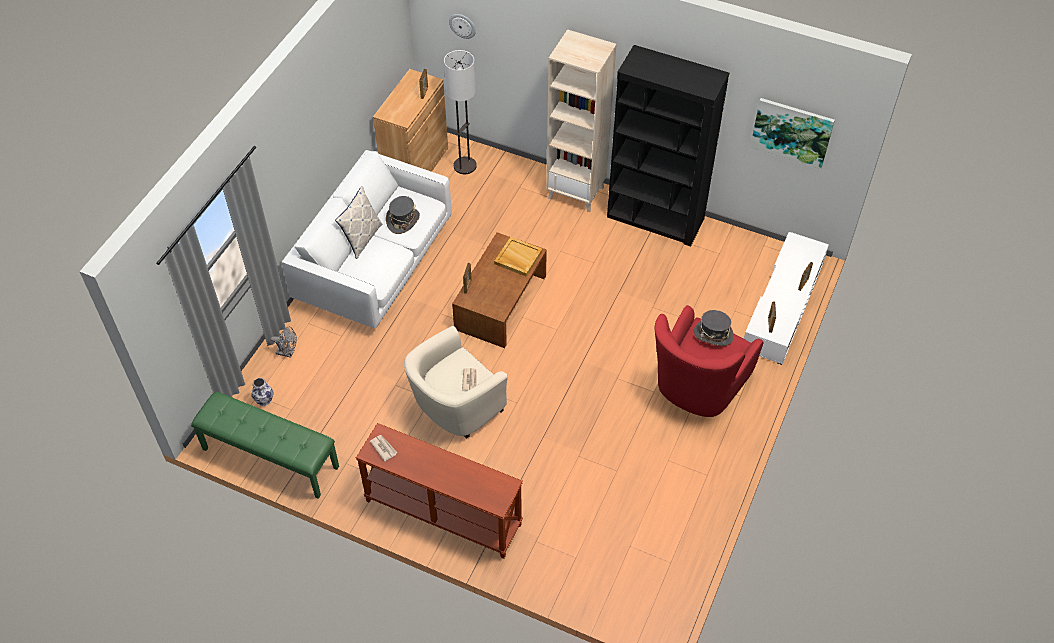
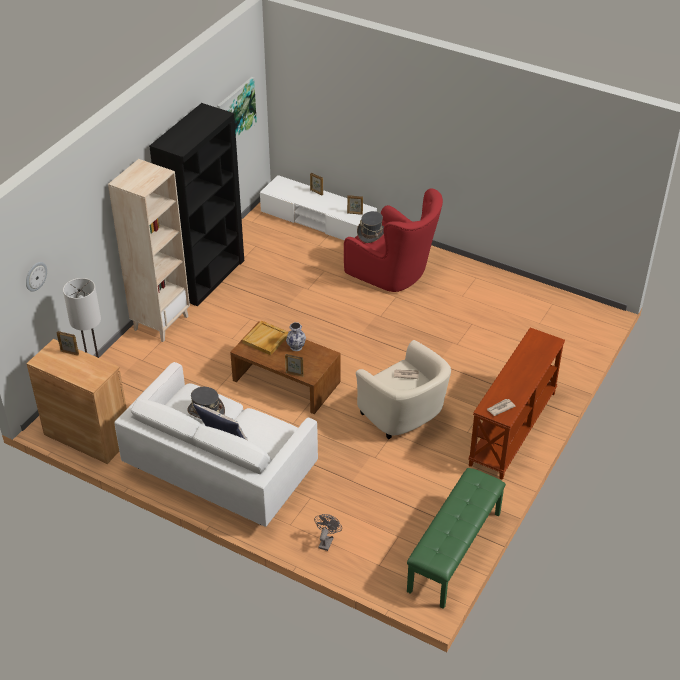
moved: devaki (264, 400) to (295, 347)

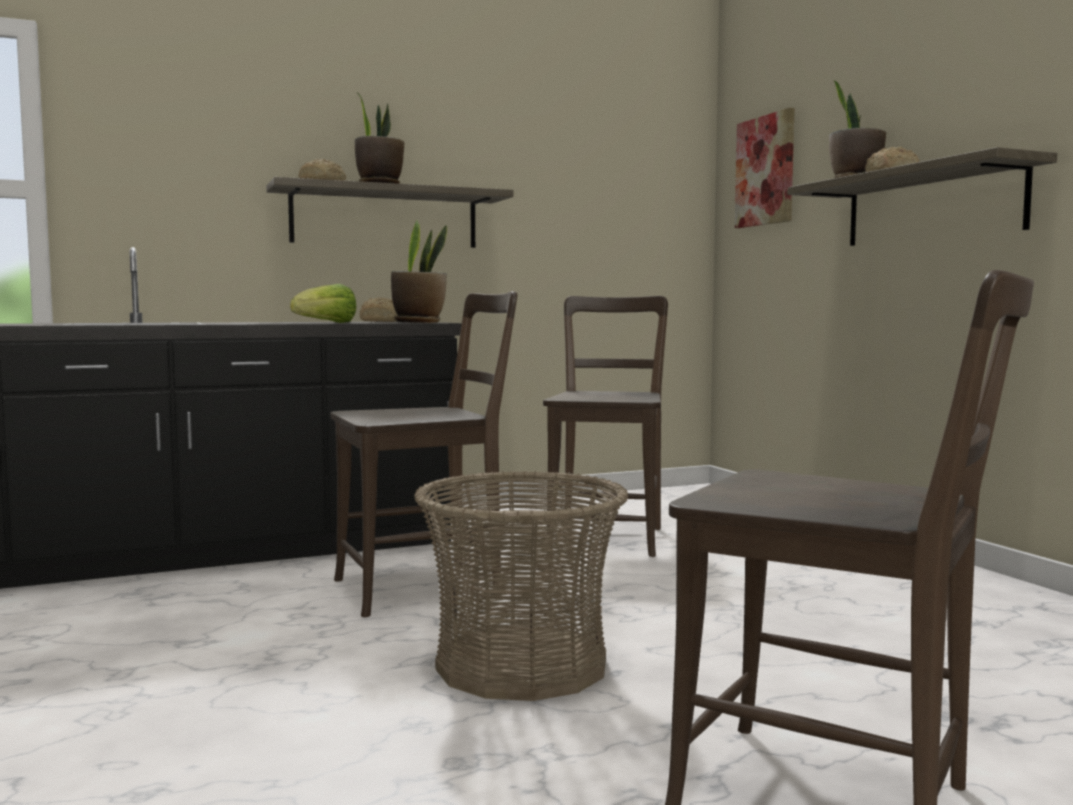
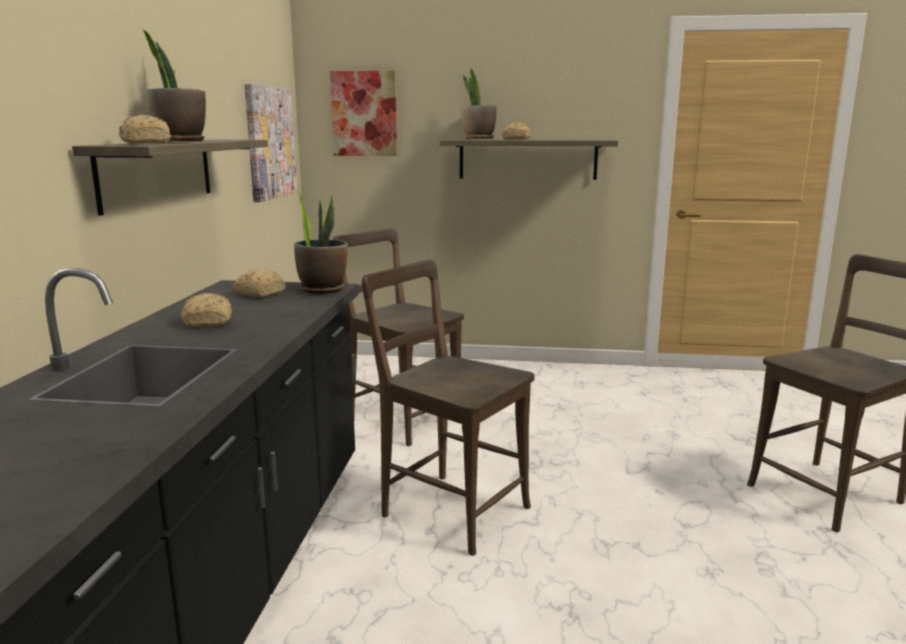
removed: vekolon (327, 323); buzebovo (522, 664)
added: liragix (270, 142); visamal (209, 321)
turned: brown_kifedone (426, 588) = (449, 509) 60 degrees counterclockwise

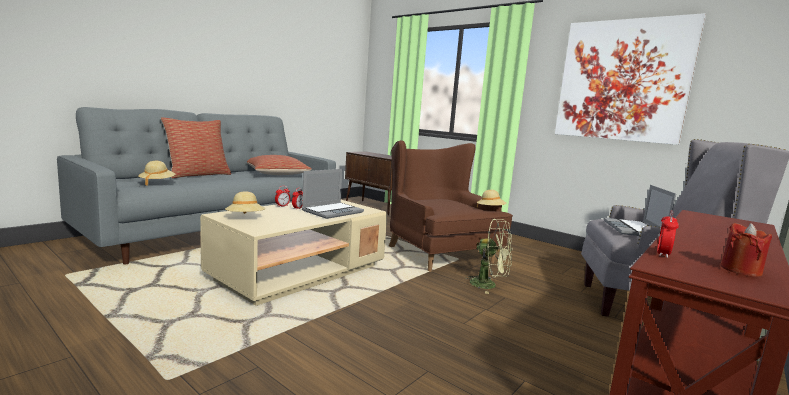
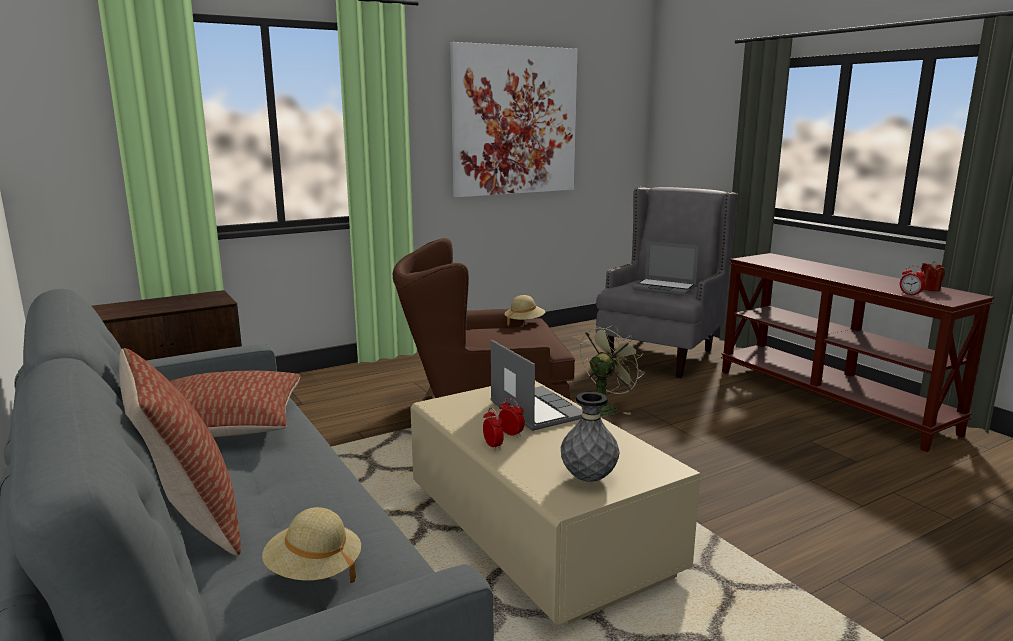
replaced: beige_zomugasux (245, 218) to grey_devaki (588, 478)

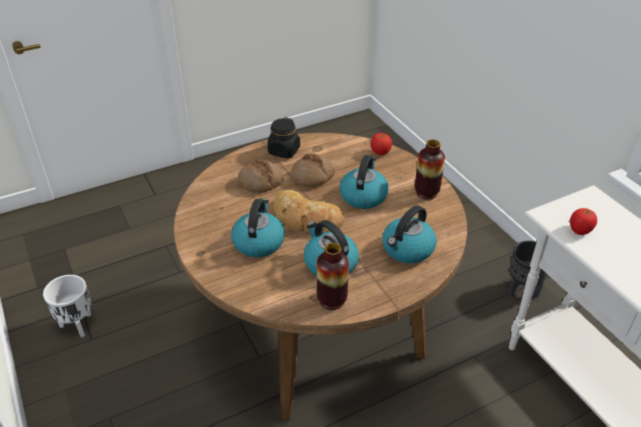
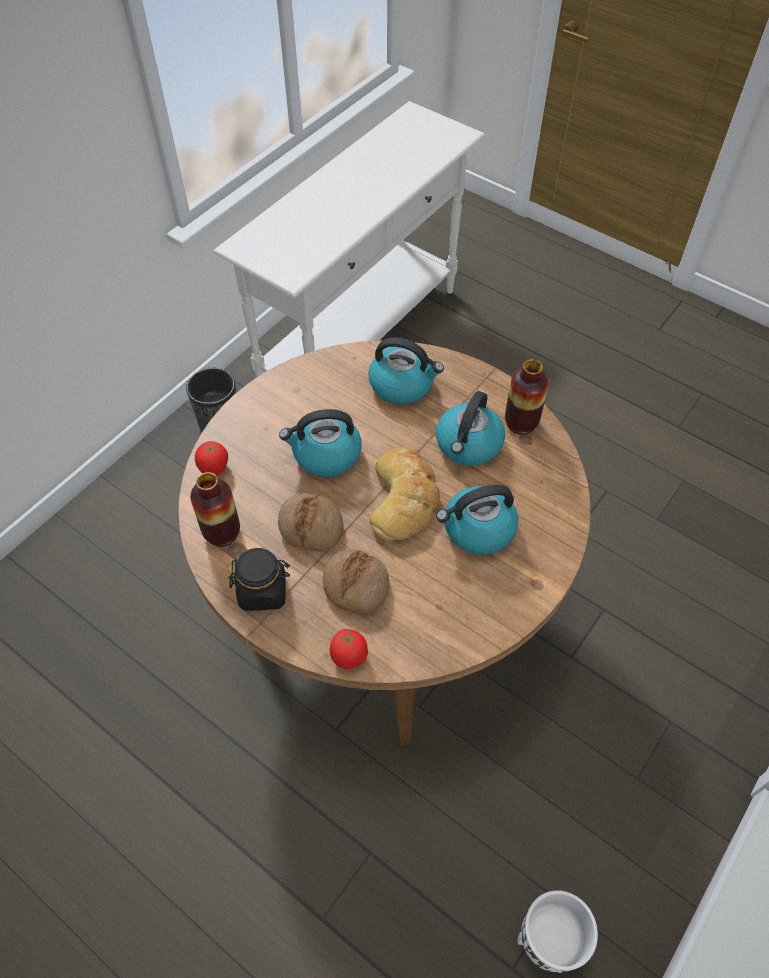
moved: devaki (426, 193) to (222, 533); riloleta (579, 230) to (349, 656)

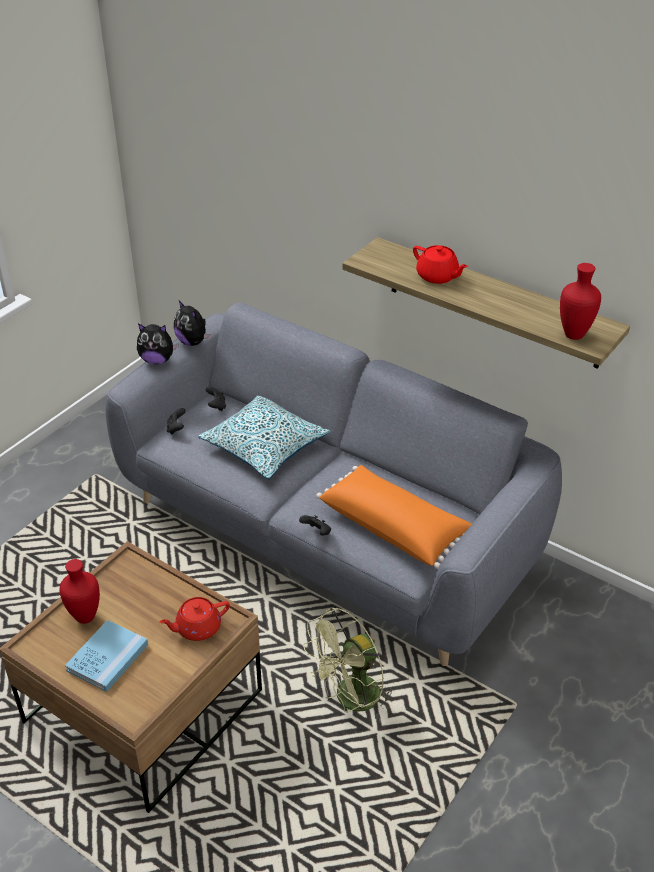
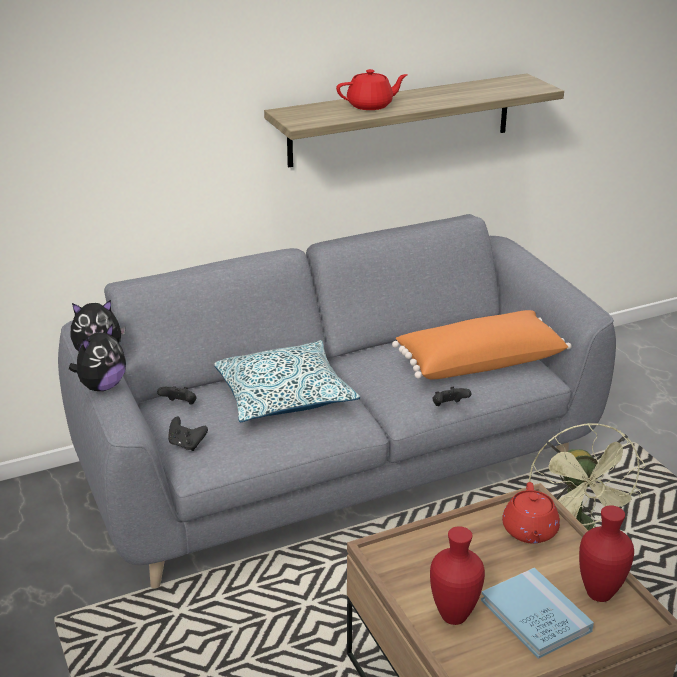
moved: red_devaki (575, 335) to (600, 593)

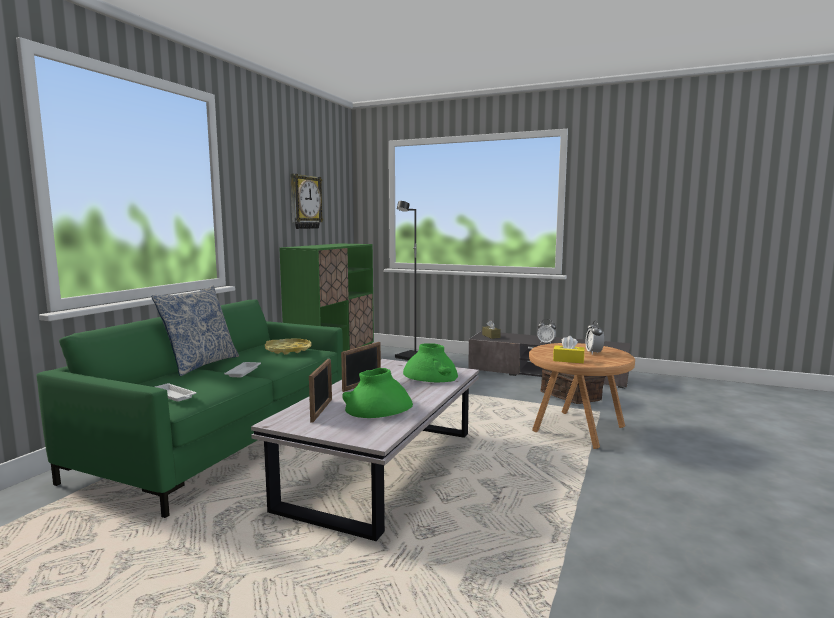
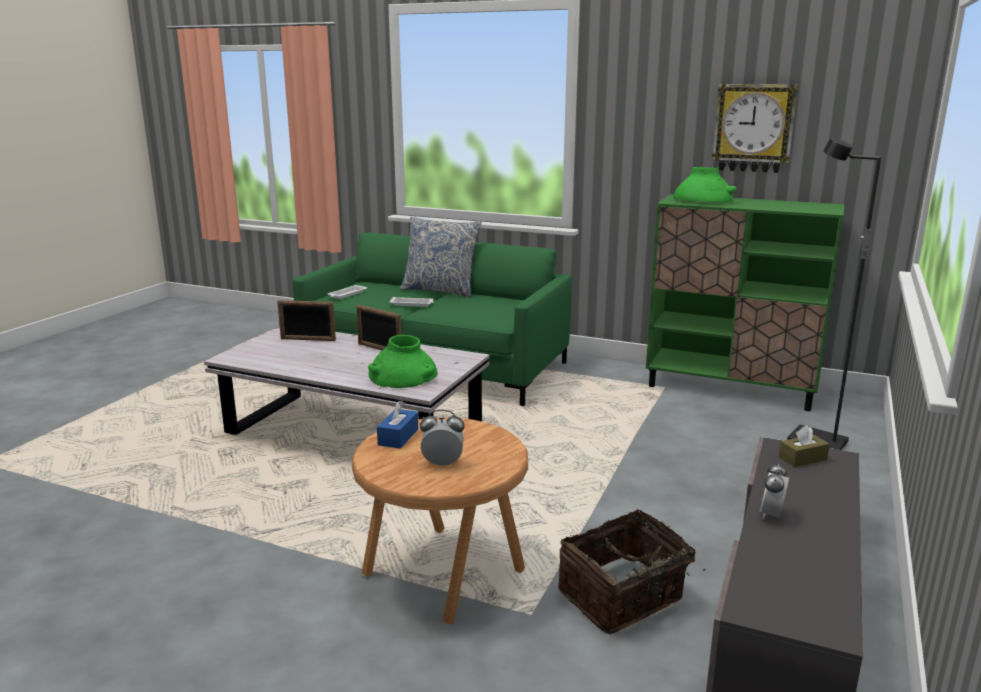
removed: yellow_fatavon (288, 350)
moved: green_devaki (378, 408) to (702, 200)
recoloured: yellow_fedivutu (568, 360) to blue_fedivutu (398, 437)

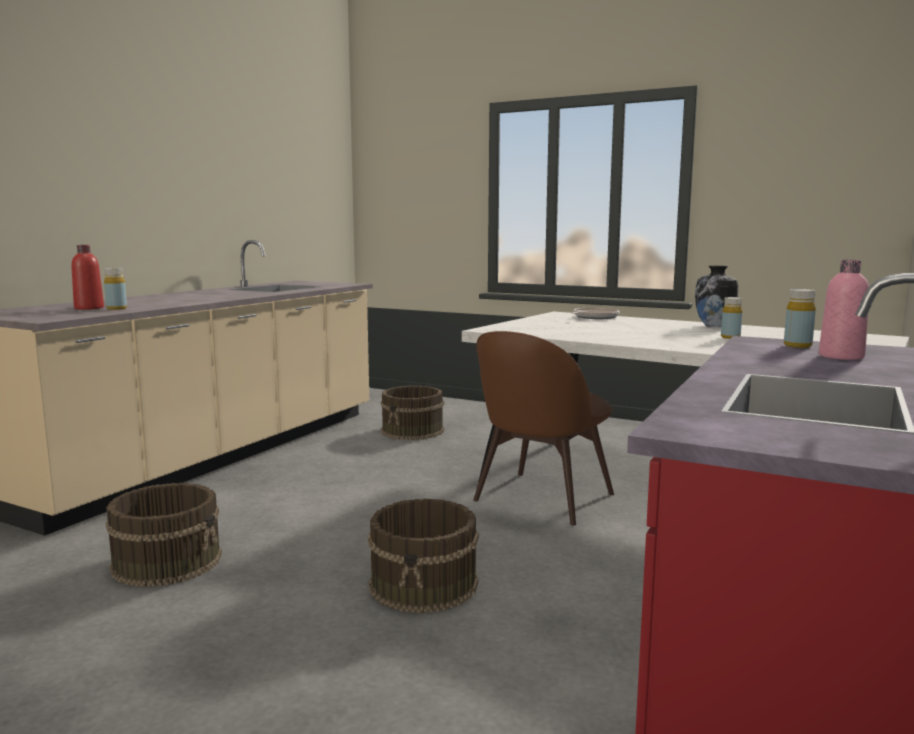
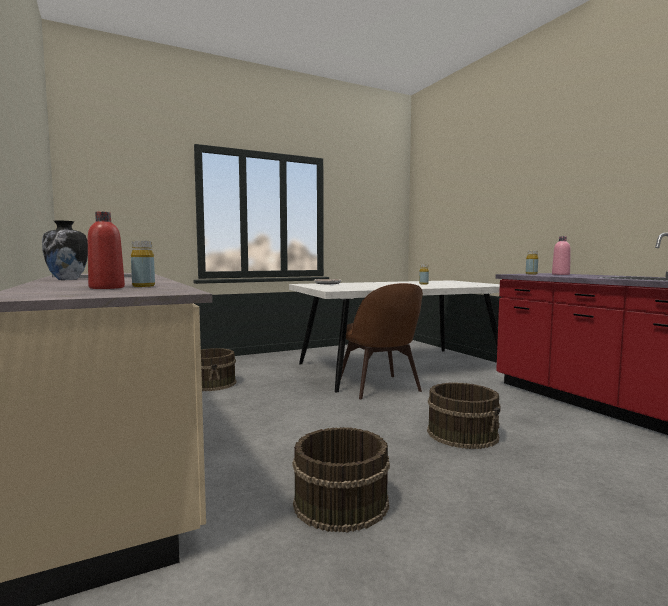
moved: devaki (714, 326) to (67, 279)

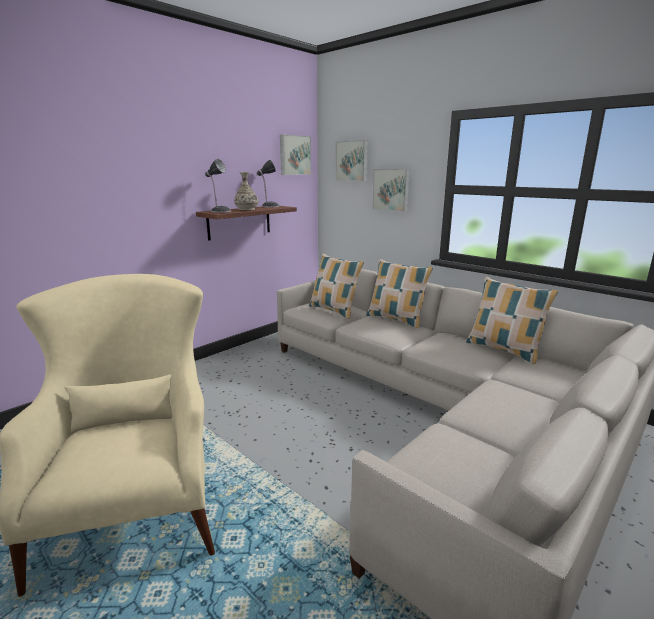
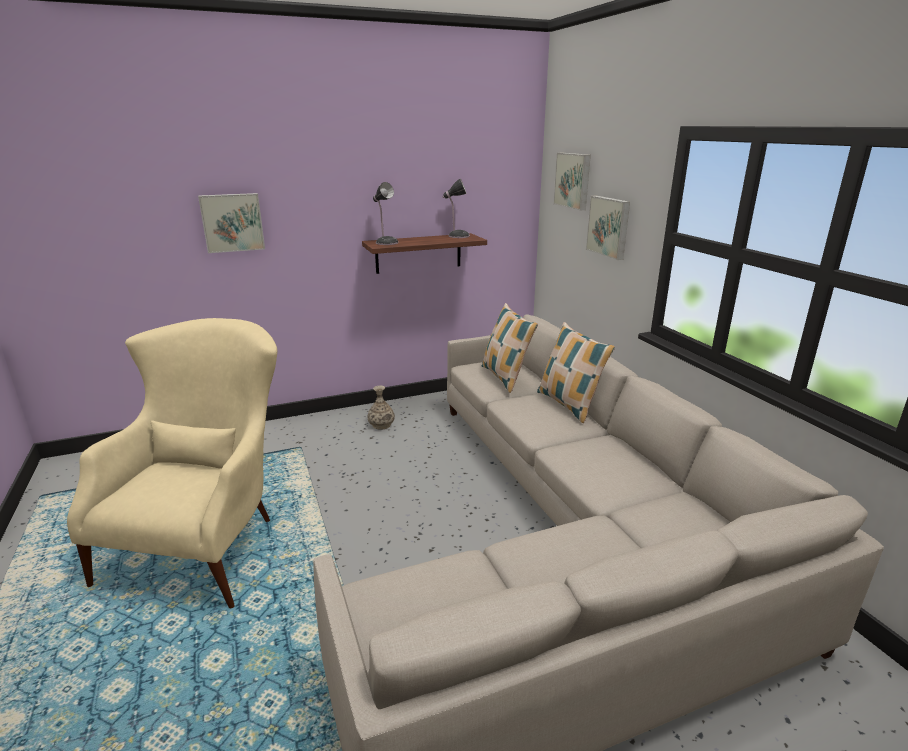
removed: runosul (504, 350)
moved: liragix (294, 155) to (232, 222); devaki (246, 209) to (381, 425)

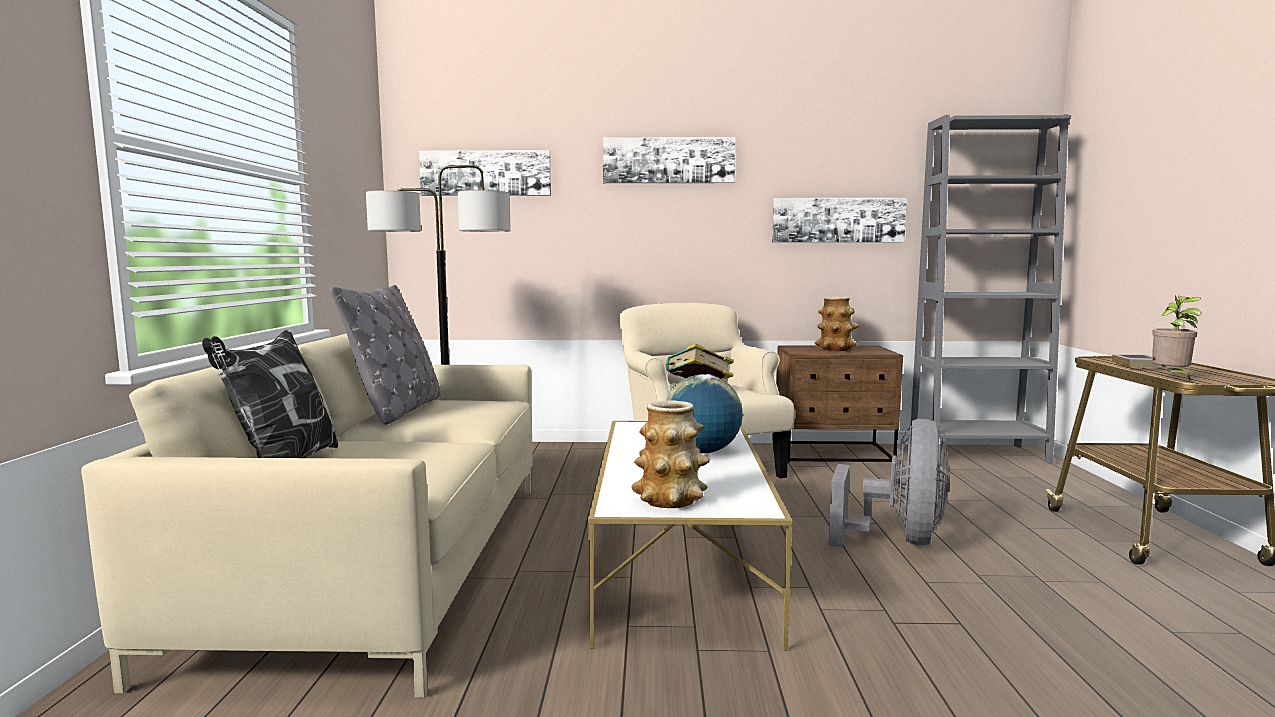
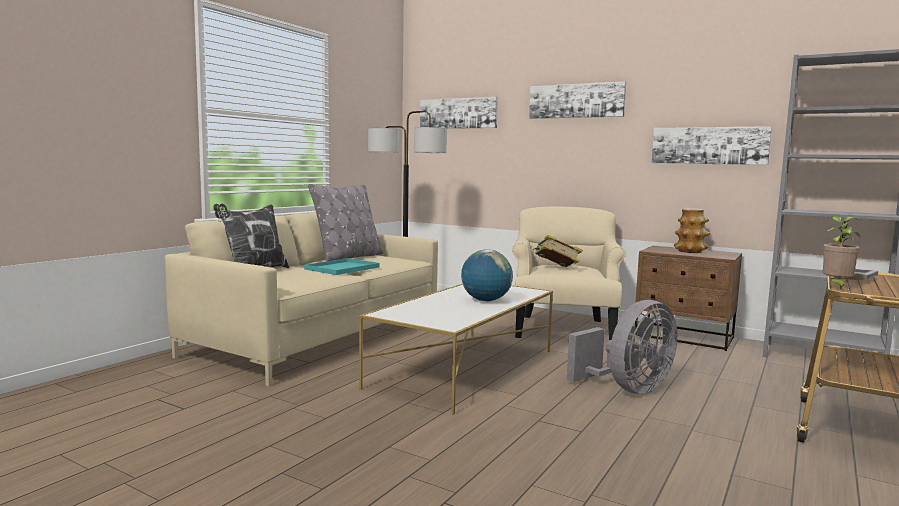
removed: devaki (670, 500)
added: turquoise_fatavon (343, 268)

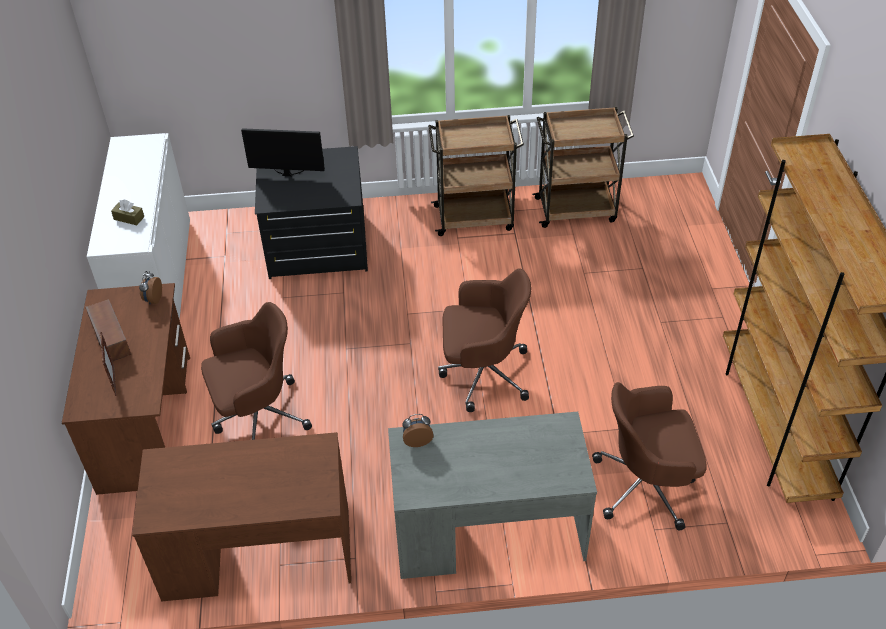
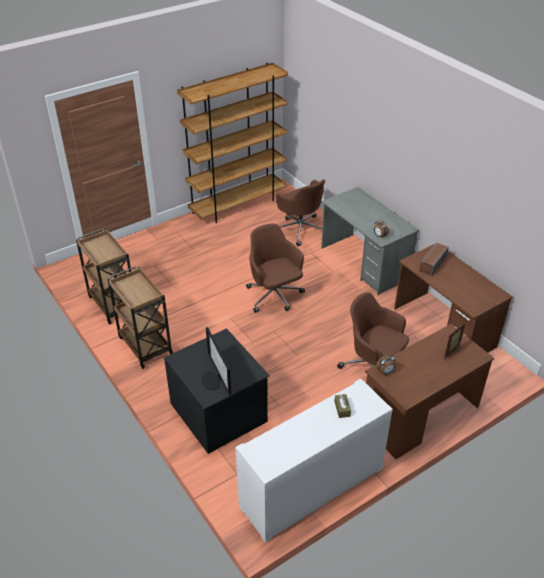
moved: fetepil (111, 338) to (432, 263)

